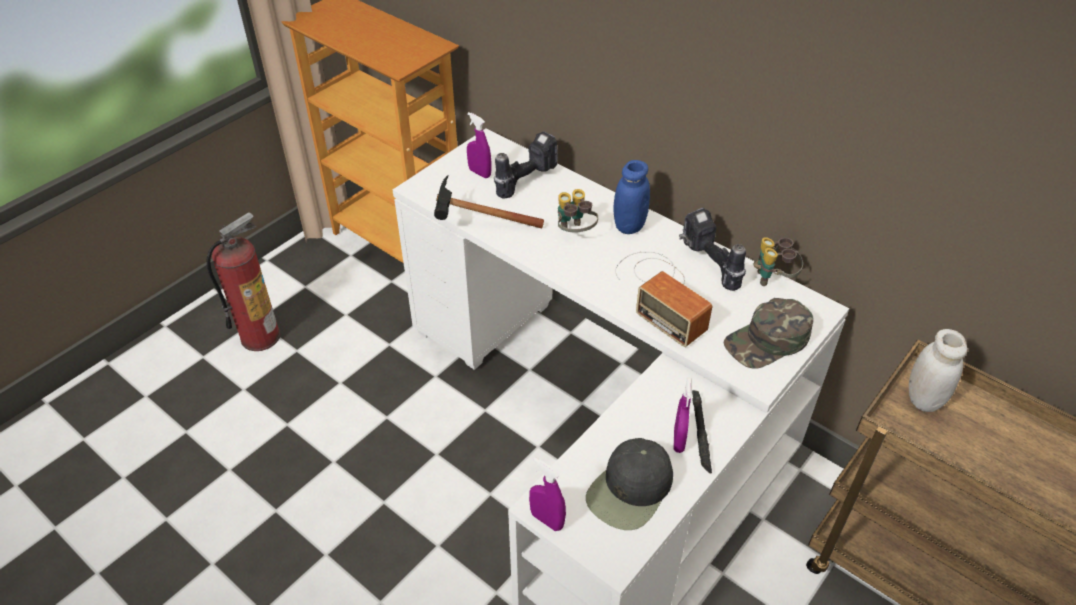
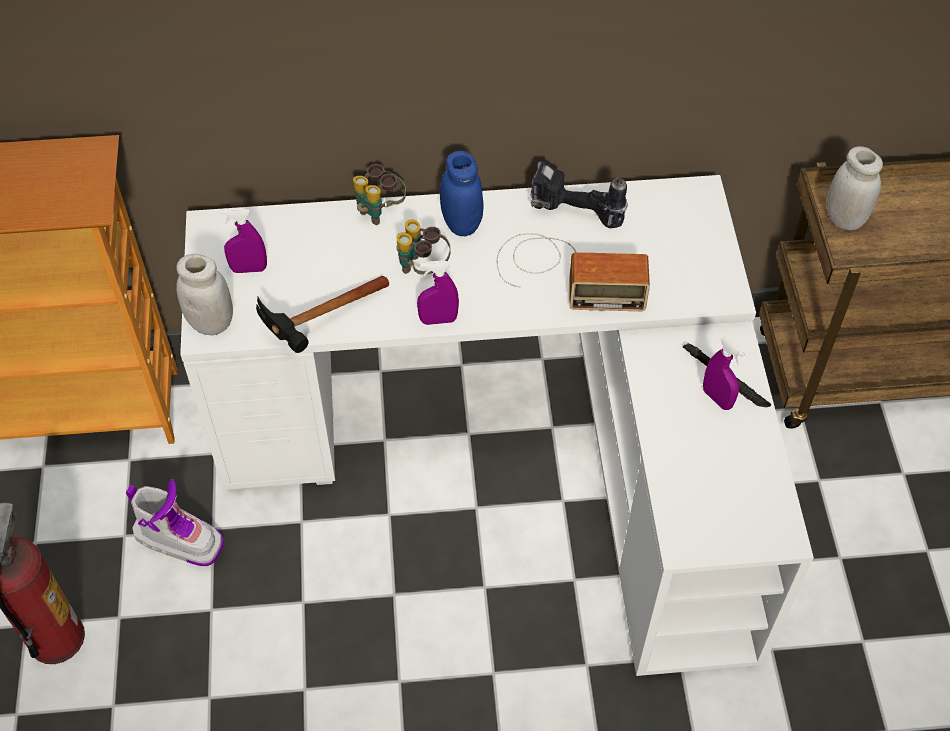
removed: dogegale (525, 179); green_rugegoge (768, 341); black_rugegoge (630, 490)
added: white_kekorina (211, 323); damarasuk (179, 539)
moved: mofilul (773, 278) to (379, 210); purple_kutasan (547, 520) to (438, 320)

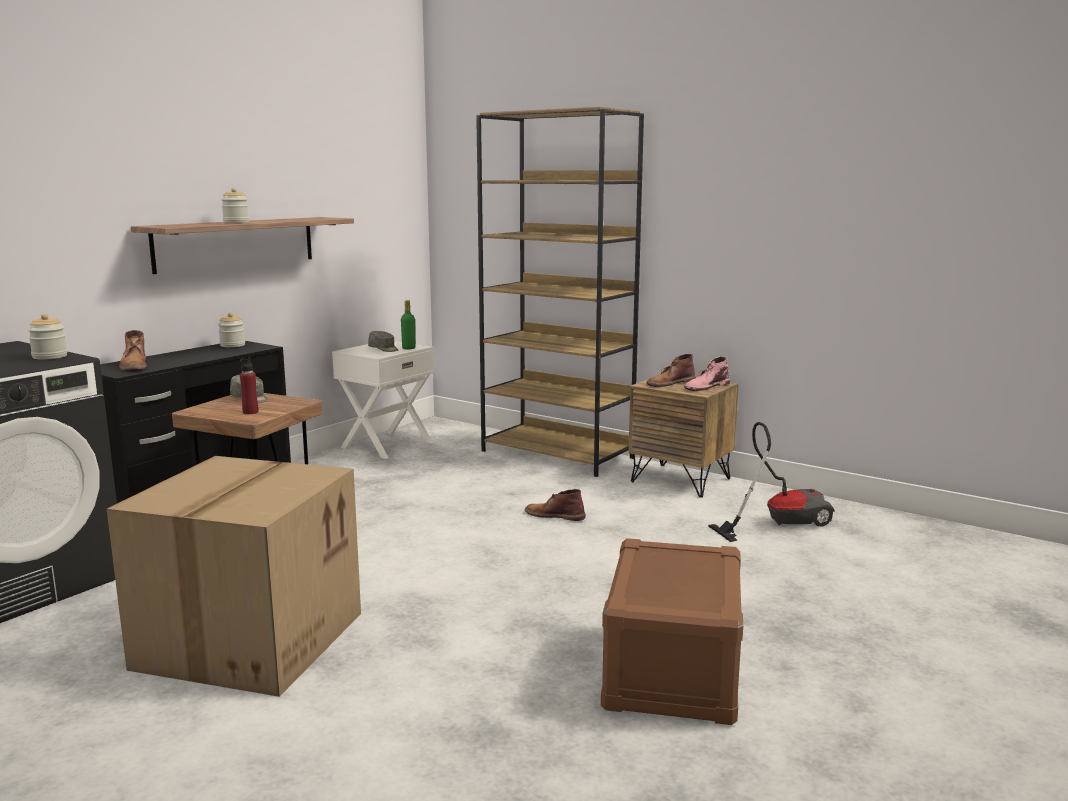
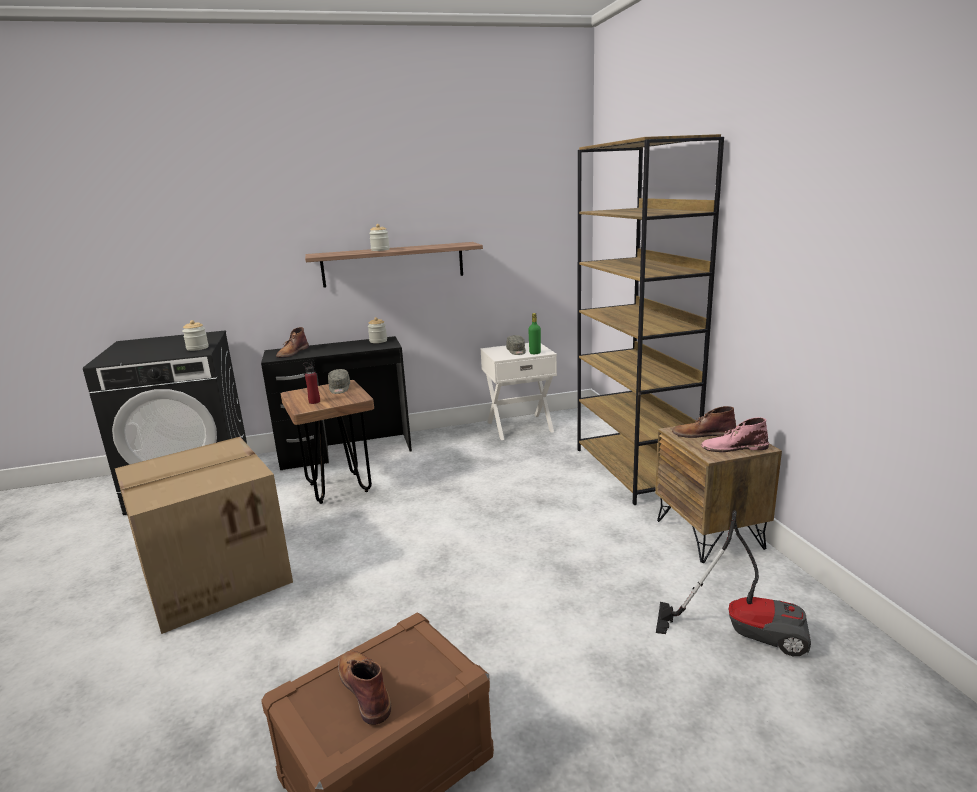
moved: brown_damarasuk (554, 515) to (364, 688)

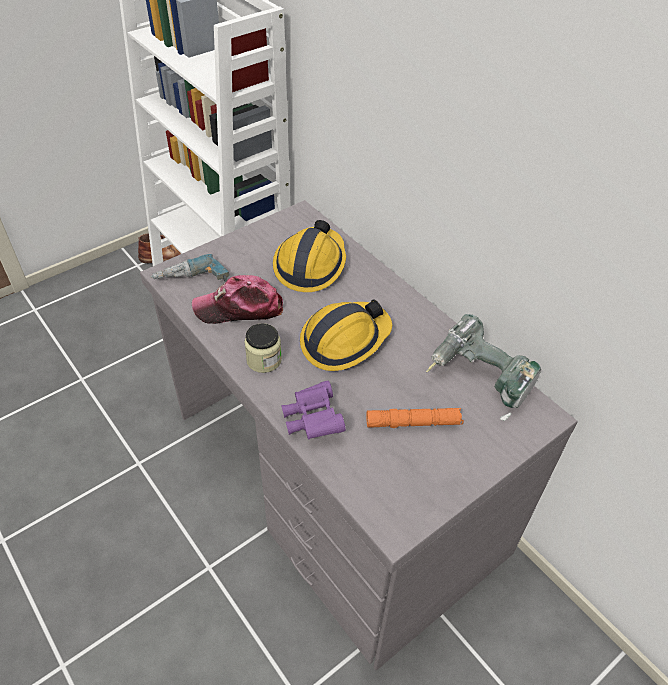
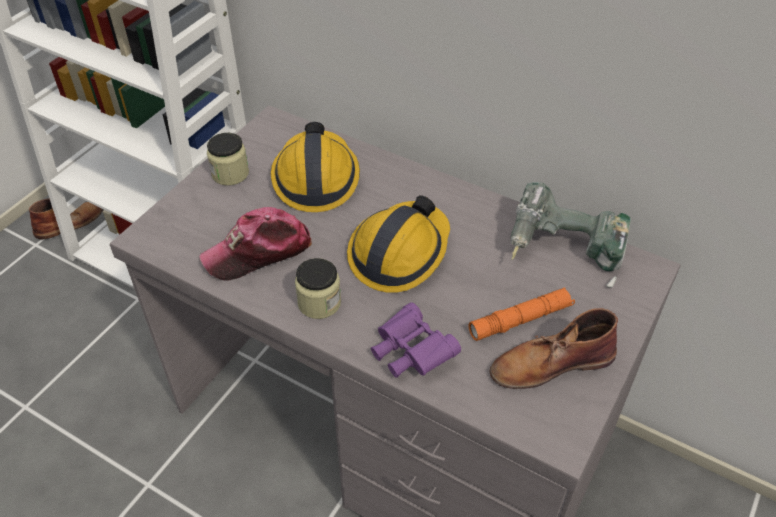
removed: dogegale (191, 282)
added: kekorina (230, 173); brown_damarasuk (550, 364)

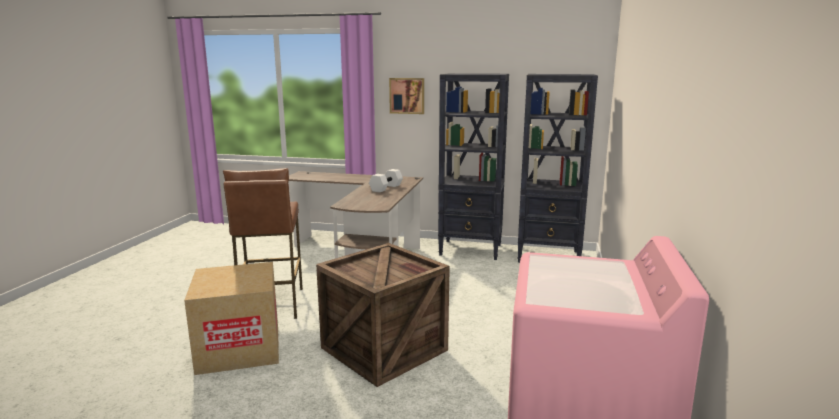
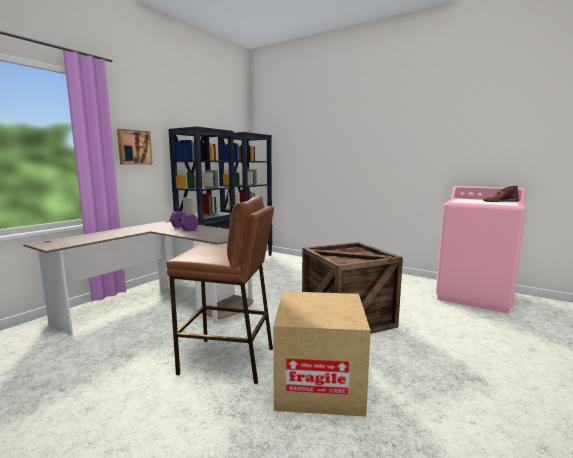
added: brown_damarasuk (500, 201)
recoloured: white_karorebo (386, 188) to purple_karorebo (185, 228)

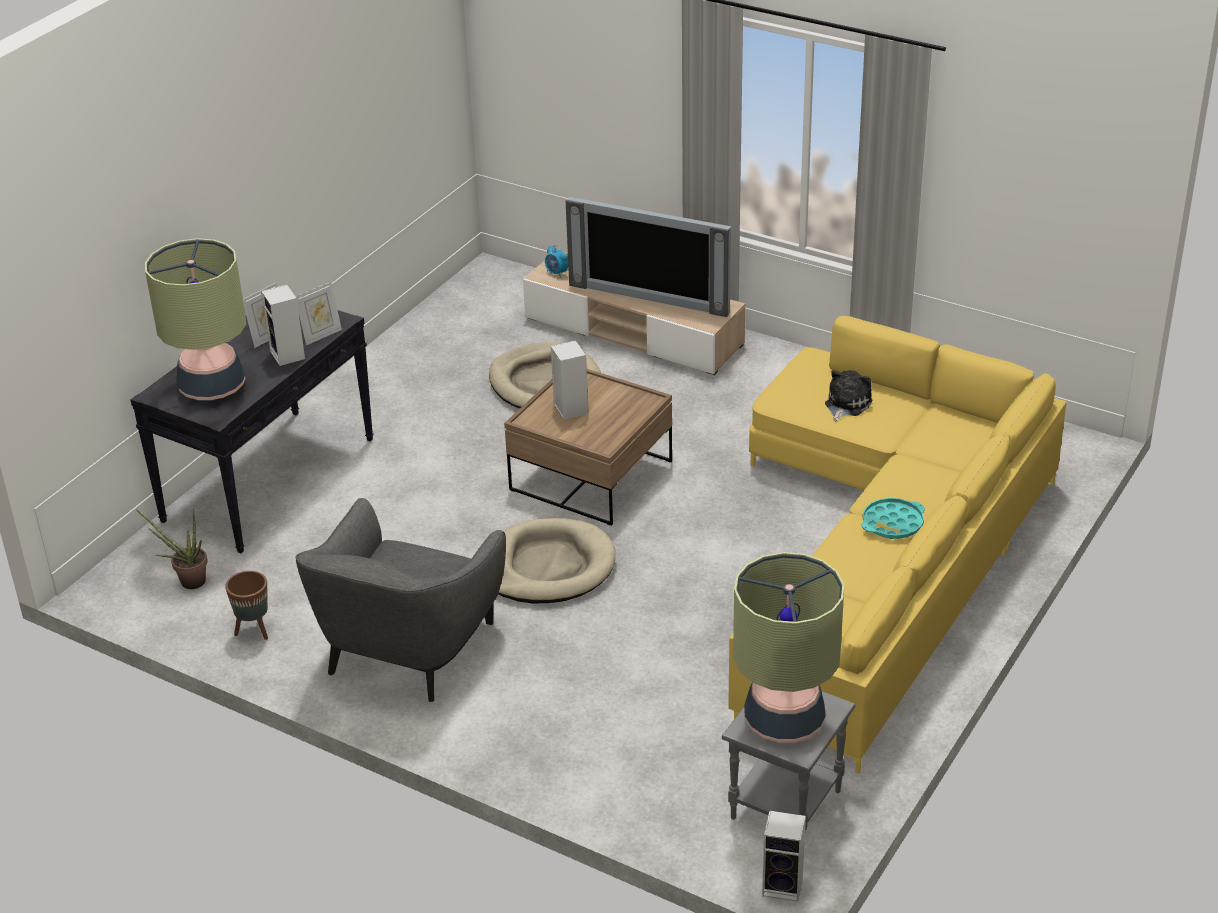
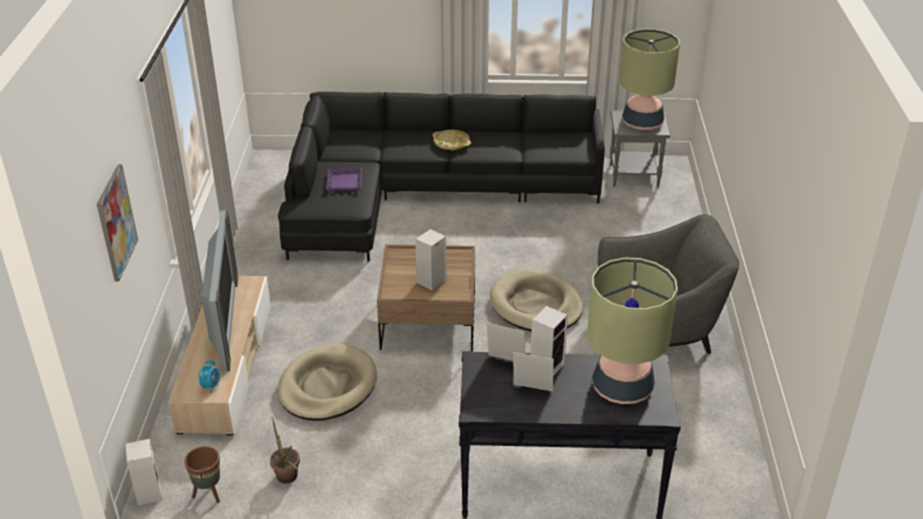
added: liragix (116, 222)
moved: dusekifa (187, 581) to (288, 479); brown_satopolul (254, 631) to (208, 494); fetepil (784, 885) to (148, 492)
replaced: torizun (846, 404) to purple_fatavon (345, 182)
recoloured: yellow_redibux (886, 556) to black_redibux (423, 193); turquoise_fatavon (892, 523) to yellow_fatavon (451, 143)

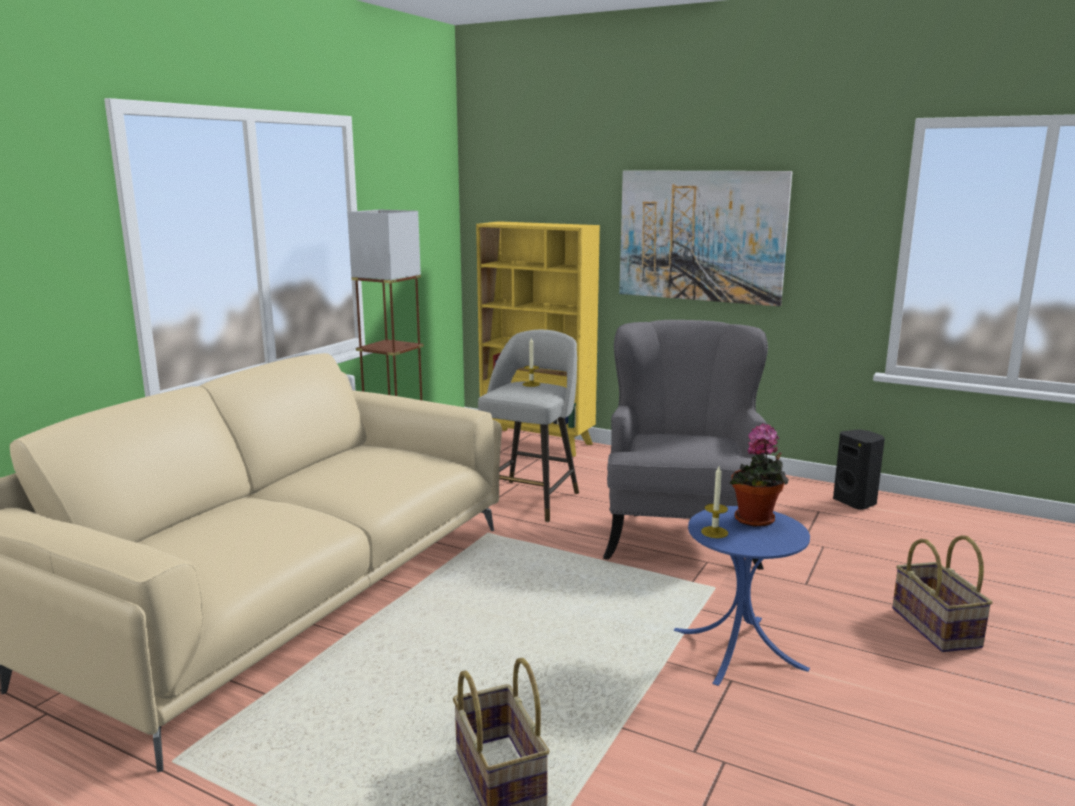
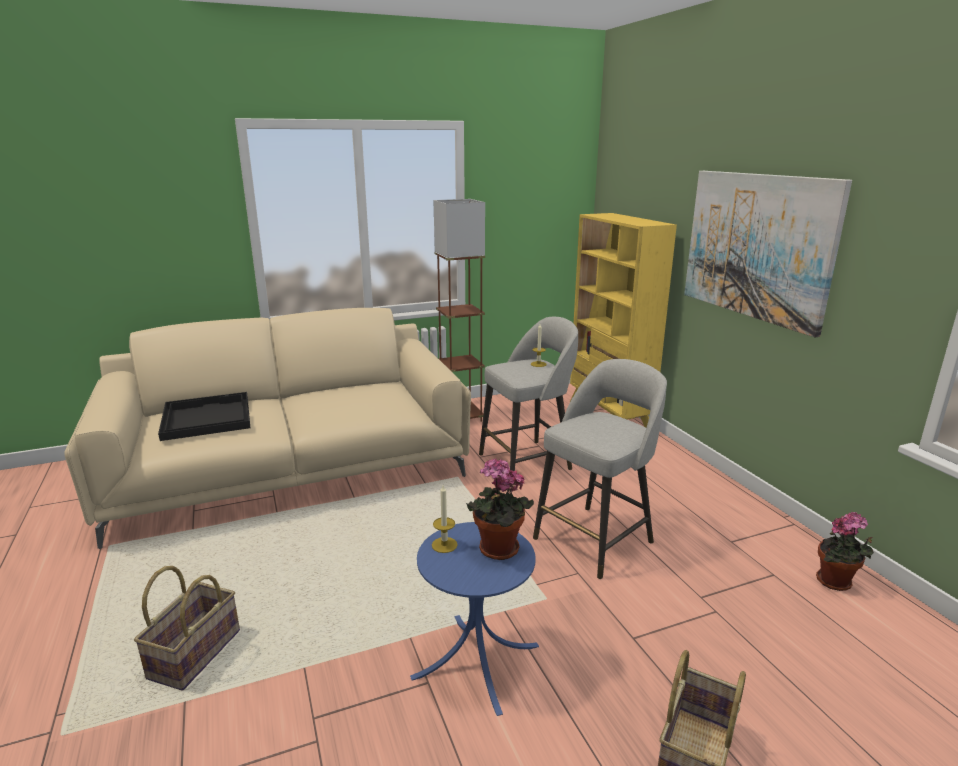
added: black_fatavon (206, 418)
replaced: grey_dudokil (680, 534) to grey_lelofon (595, 539); black_fetepil (855, 502) to dusekifa (836, 583)

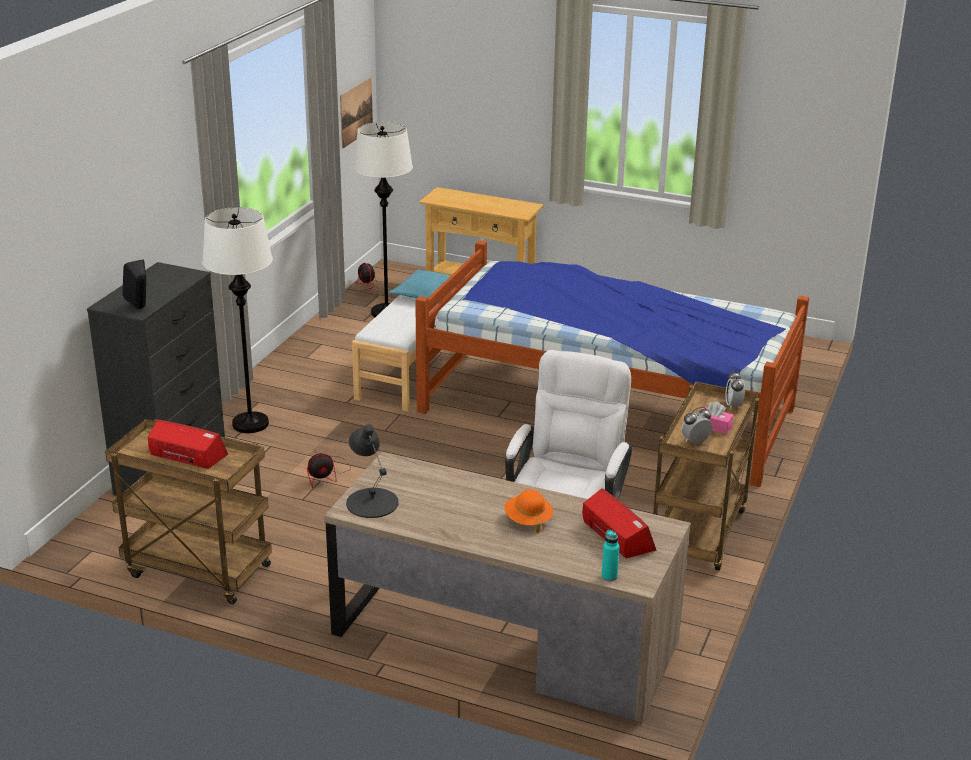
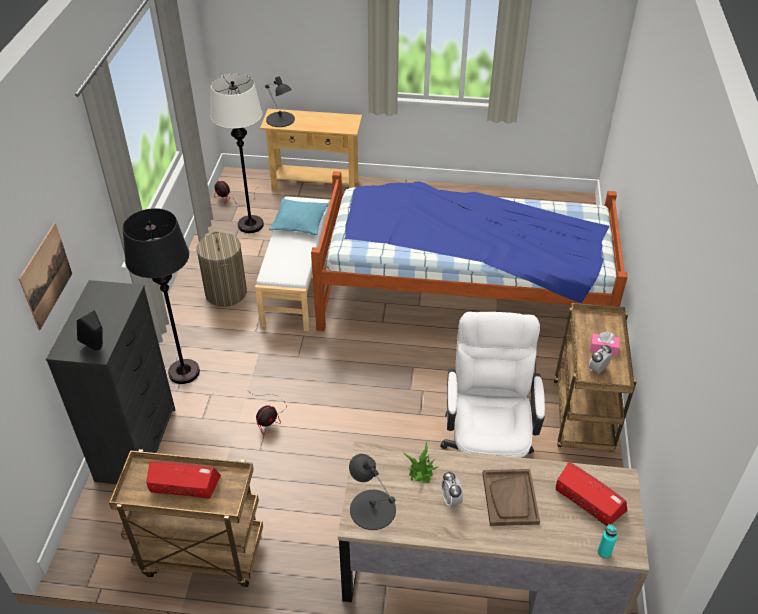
added: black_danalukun (280, 119); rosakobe (226, 293); dusekifa (421, 471)
moved: liragix (356, 112) to (46, 276); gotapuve (733, 405) to (451, 499)
replaced: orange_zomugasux (528, 520) to brown_fatavon (510, 498)
recoloured: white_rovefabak (250, 423) to black_rovefabak (184, 372)

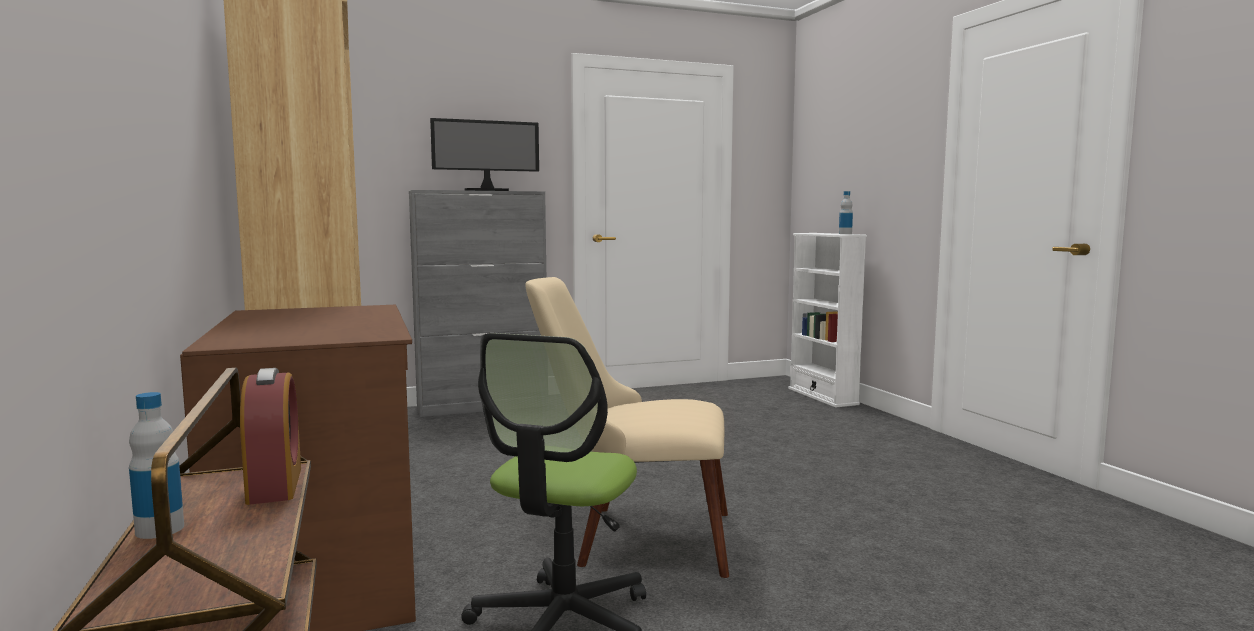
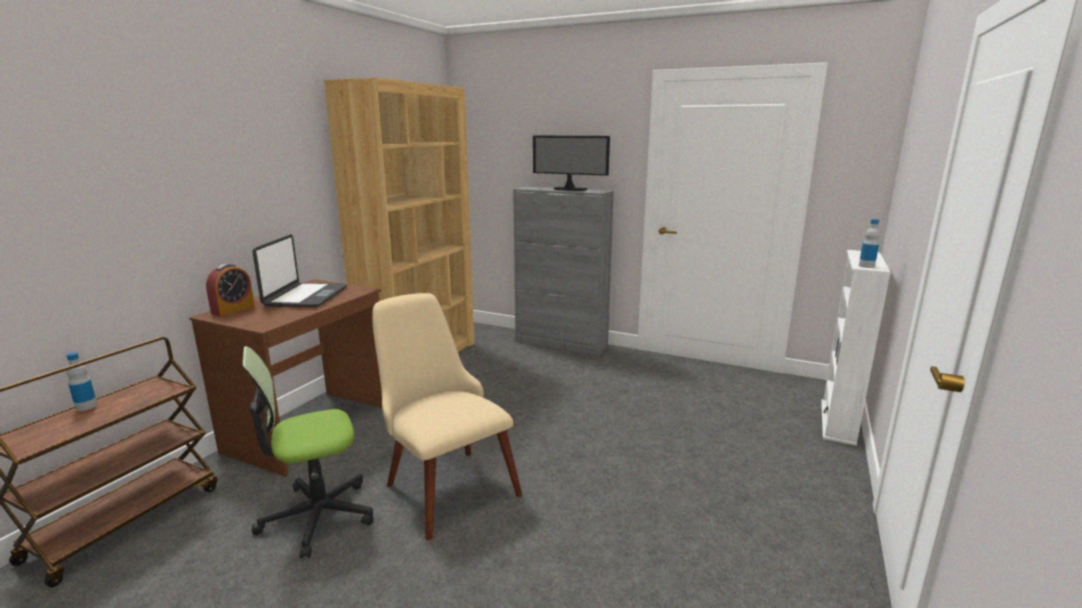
added: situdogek (305, 296)
moved: gotapuve (275, 485) to (233, 310)

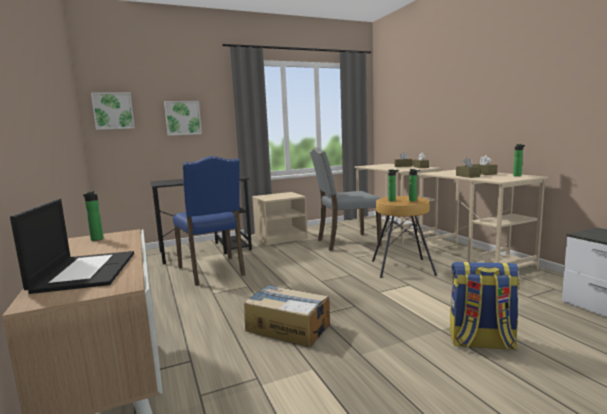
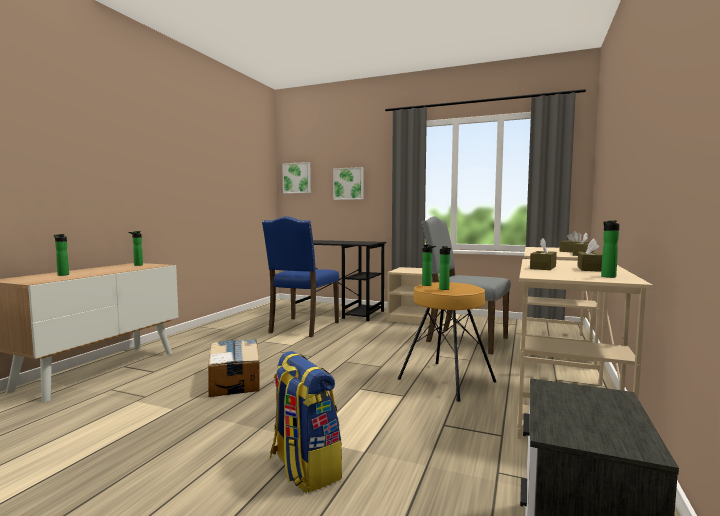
replaced: situdogek (85, 271) to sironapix (62, 275)

